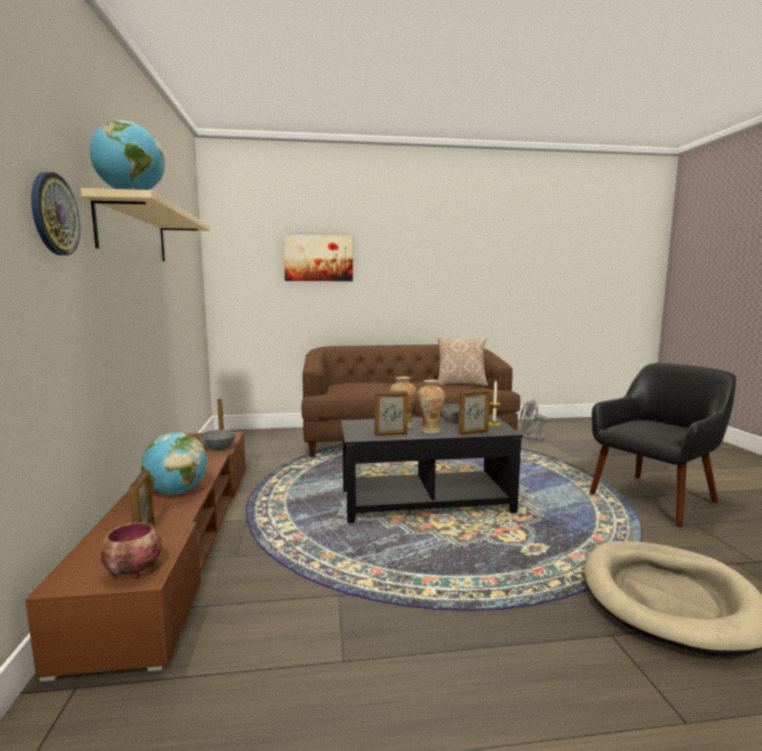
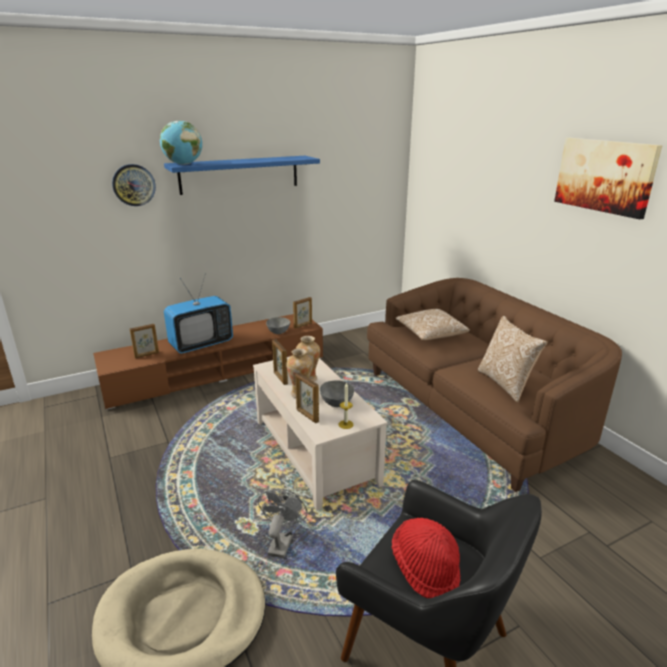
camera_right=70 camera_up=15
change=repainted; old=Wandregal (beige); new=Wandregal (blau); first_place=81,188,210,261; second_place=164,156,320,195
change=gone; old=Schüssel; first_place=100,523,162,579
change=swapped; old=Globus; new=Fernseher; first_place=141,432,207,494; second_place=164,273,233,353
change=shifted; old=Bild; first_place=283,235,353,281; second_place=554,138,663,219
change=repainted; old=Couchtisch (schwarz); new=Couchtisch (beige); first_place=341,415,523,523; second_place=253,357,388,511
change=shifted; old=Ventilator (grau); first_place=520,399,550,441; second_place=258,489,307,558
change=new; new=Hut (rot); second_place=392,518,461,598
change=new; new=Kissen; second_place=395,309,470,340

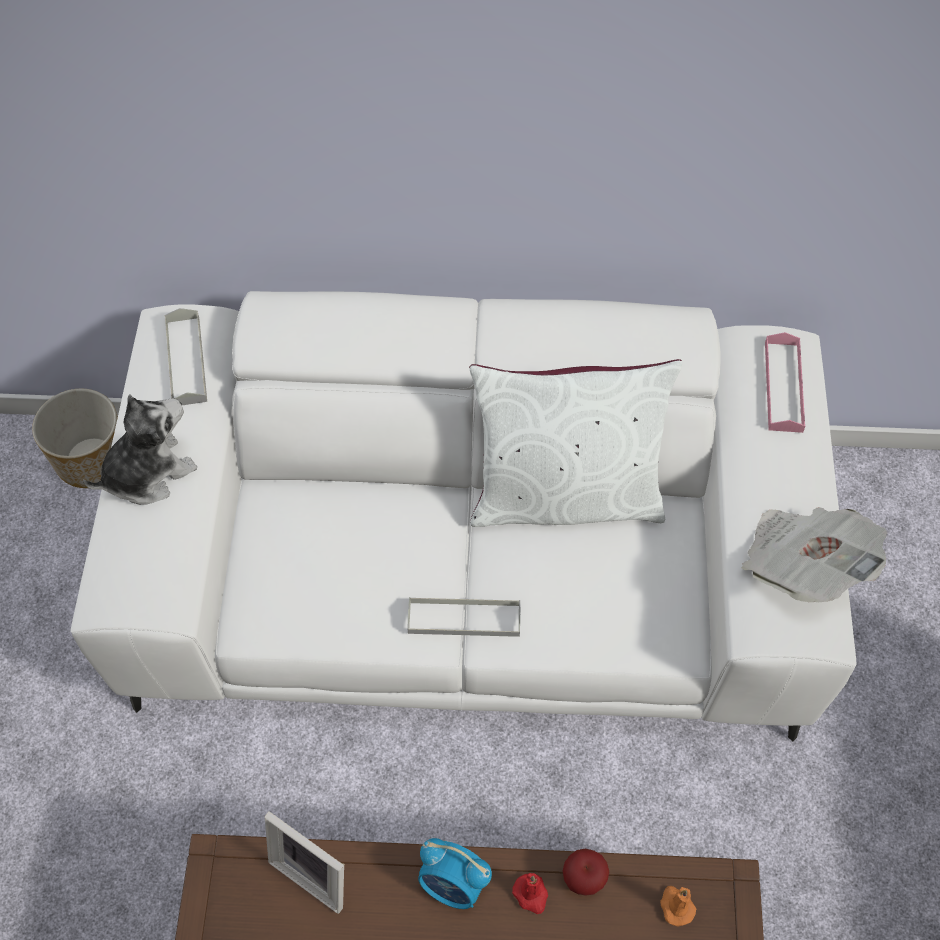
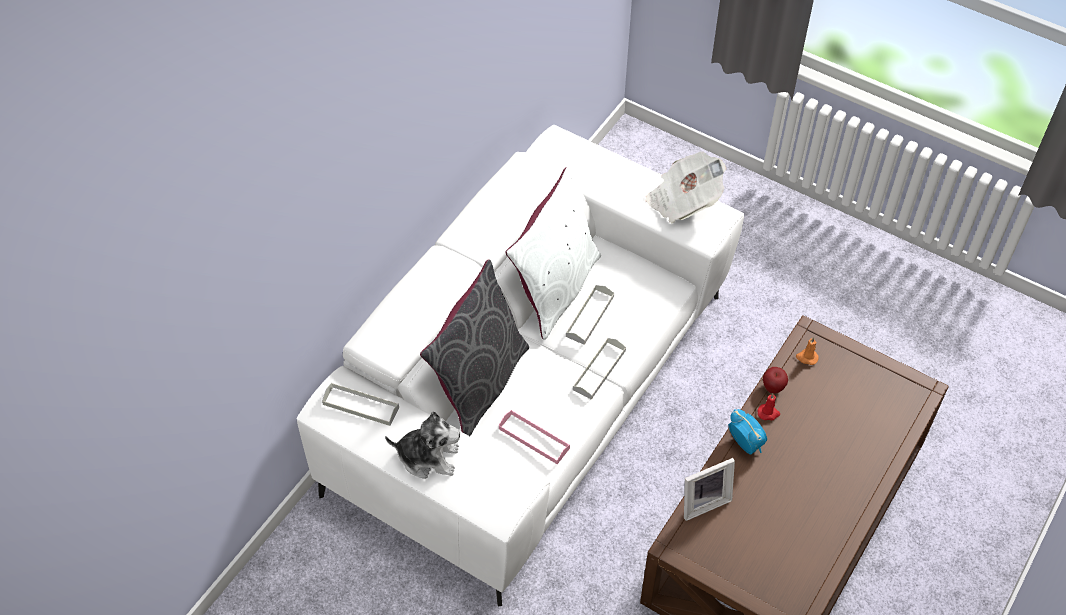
camera_right=-60 camera_up=-5
change=gone; old=Pflanzkübel; first_place=32,389,118,488
change=rotated; old=Plüschtier; first_place=83,394,197,505; second_place=385,411,460,479; degrees=105
change=rotated; old=Wecker; first_place=418,838,492,909; second_place=729,409,767,454; degrees=-90
change=shifted; old=Tablett (rosa); first_place=765,332,806,433; second_place=499,410,570,464
change=new; new=Kissen (grau); second_place=420,259,529,436
change=new; new=Tablett (grau); second_place=566,285,614,345

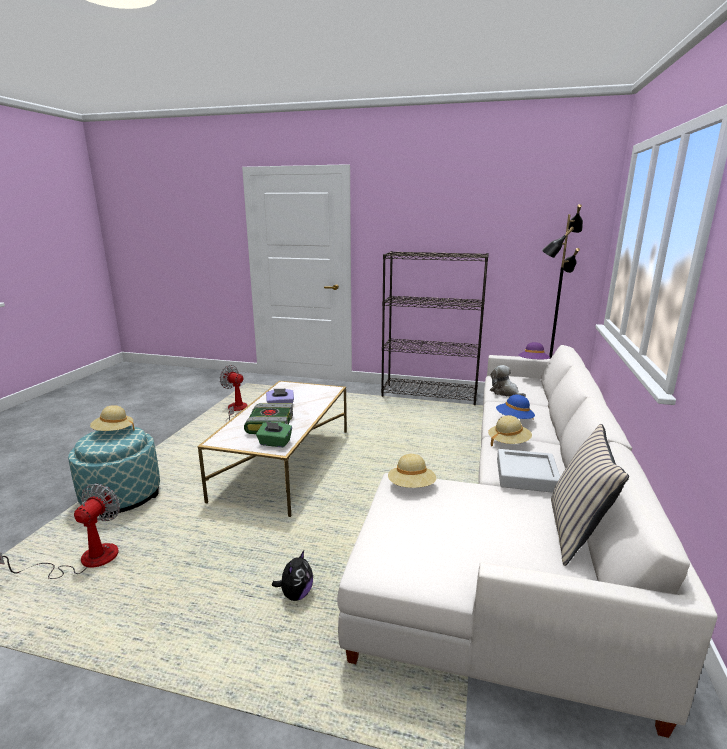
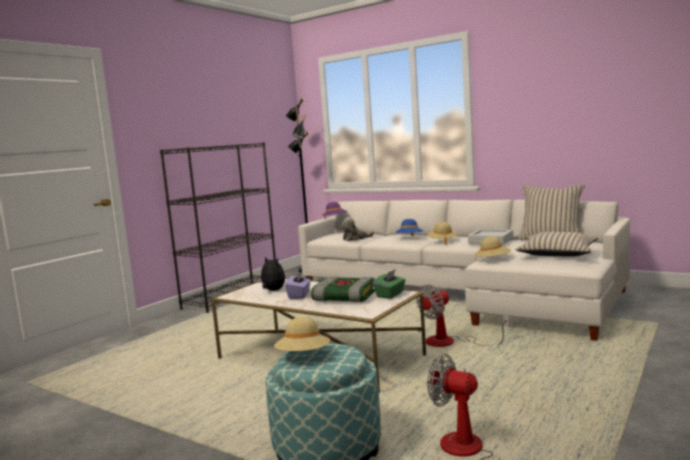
camera_right=-70 camera_up=-10
change=shifted; old=Ventilator; first_place=220,365,248,421; second_place=416,284,510,347
change=shifted; old=Plüschtier; first_place=272,551,313,601; second_place=257,256,285,291
change=new; new=Kissen (beige); second_place=516,232,598,257

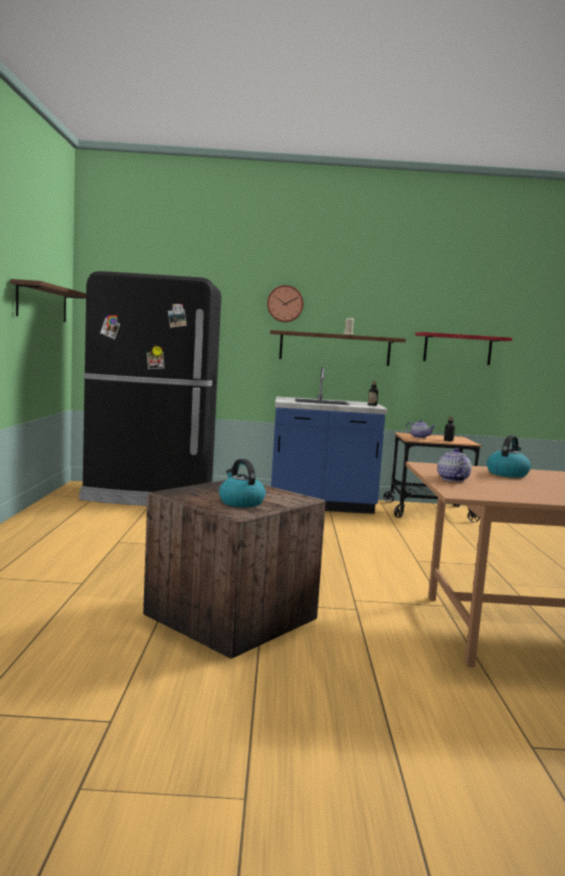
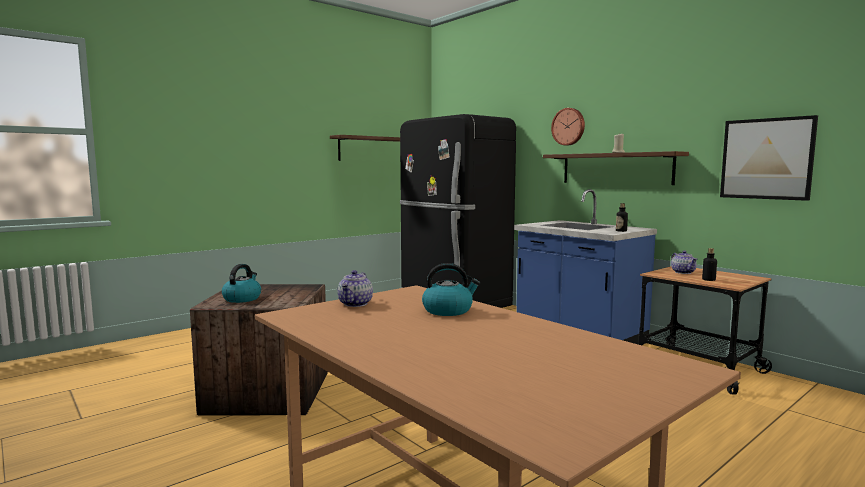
camera_right=50 camera_up=0
change=swapped; old=Wandregal (rot); new=Bild; first_place=415,332,512,365; second_place=720,115,818,201
change=rotated; old=Teekanne; first_place=437,448,471,482; second_place=337,270,373,307; degrees=150

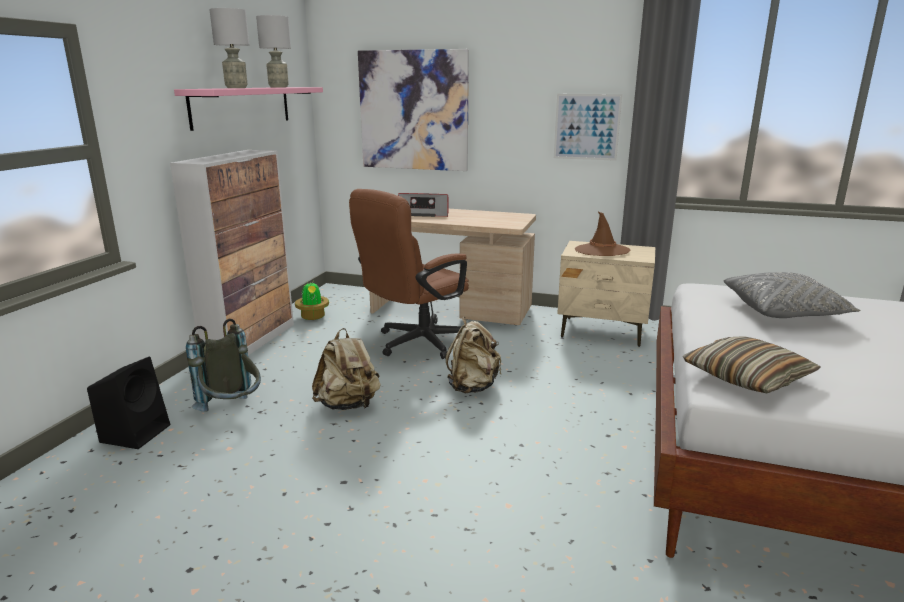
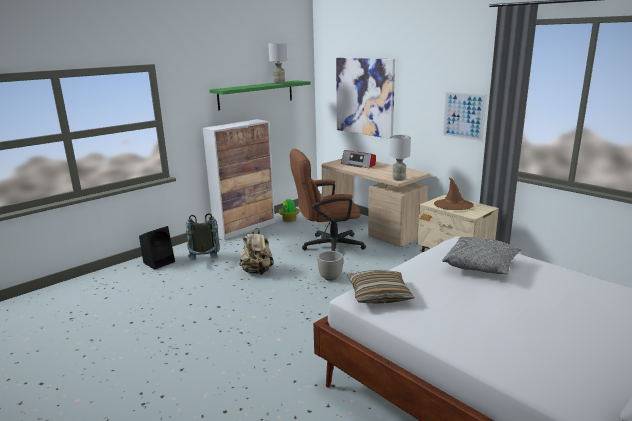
camera_right=30 camera_up=0
change=repainted; old=Wandregal (rosa); new=Wandregal (grün); first_place=174,87,323,131; second_place=210,80,311,110
change=shifted; old=Tischlampe (grau); first_place=209,8,249,88; second_place=390,135,411,181
change=swapped; old=Rucksack (beige); new=Pflanzkübel (grau); first_place=446,316,501,393; second_place=317,251,343,281

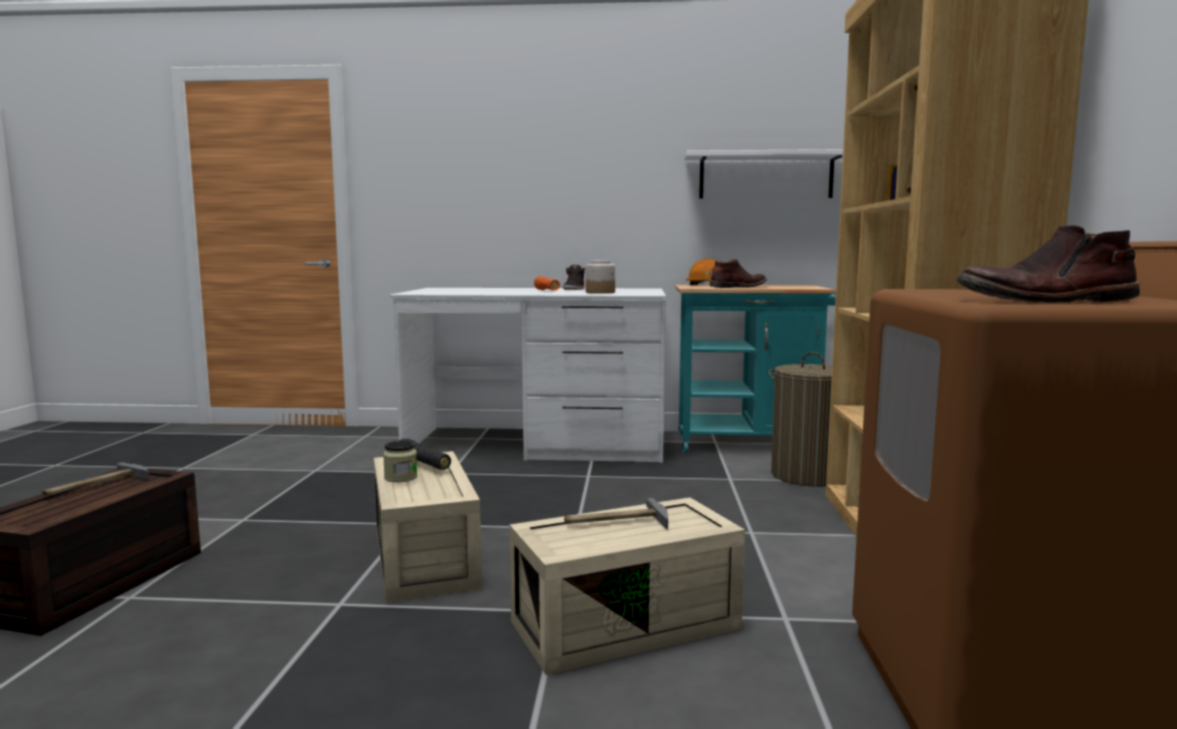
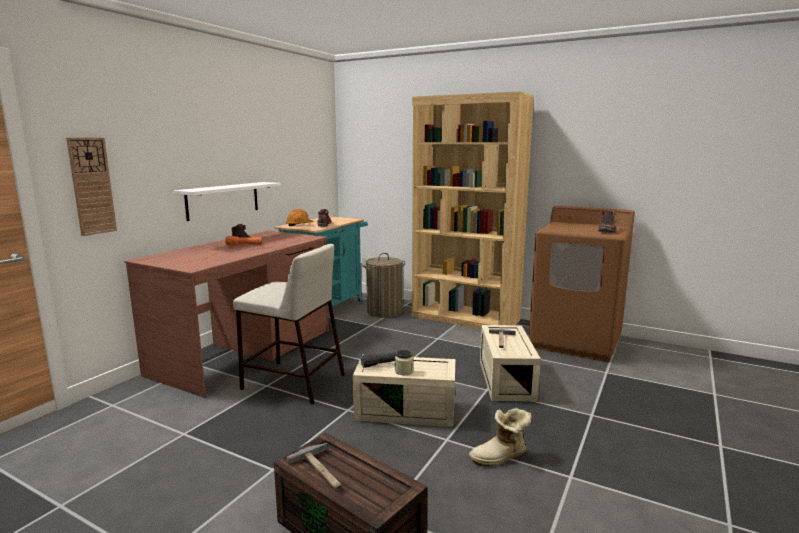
camera_right=-65 camera_up=5
change=repainted; old=Schreibtisch (weiß); new=Schreibtisch (braun); first_place=390,288,666,463; second_place=124,230,329,398
change=gone; old=Vorratsglas; first_place=586,260,615,294
change=shifted; old=Wandregal (weiß); first_place=684,149,843,199; second_place=173,182,281,221
change=new; new=Wanduhr; second_place=66,137,117,236
change=new; new=Hocker (beige); second_place=233,244,345,405
change=new; new=Stiefel; second_place=469,408,532,466

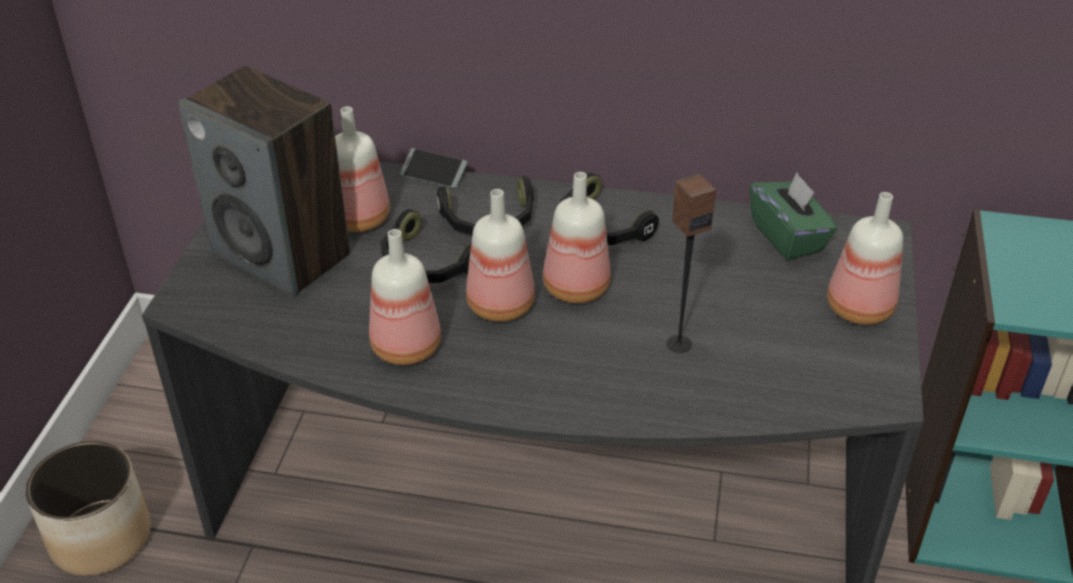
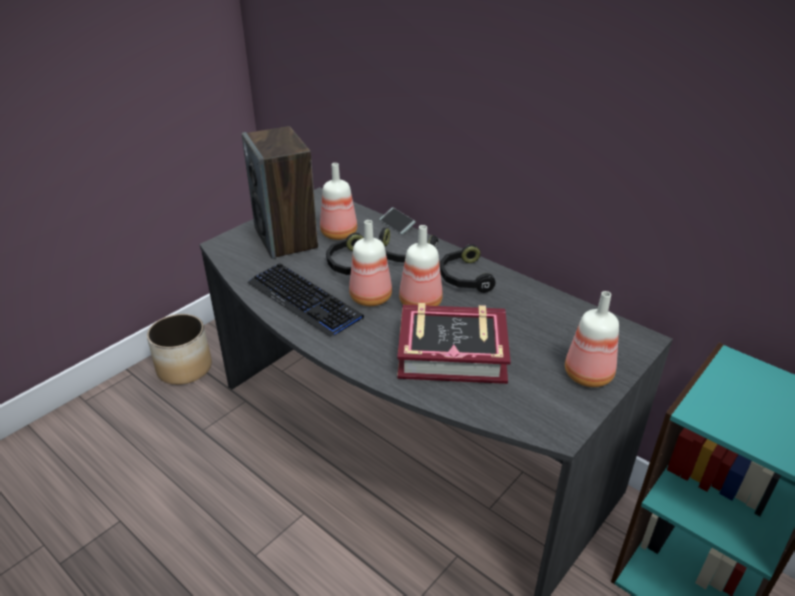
camera_right=30 camera_up=-5
change=swapped; old=Flasche; new=Tastatur; first_place=369,229,441,365; second_place=248,263,364,337
change=swapped; old=Lautsprecher; new=Buch; first_place=666,174,716,353; second_place=397,303,511,384
change=gone; old=Taschentuchbox (grün); first_place=750,172,837,260

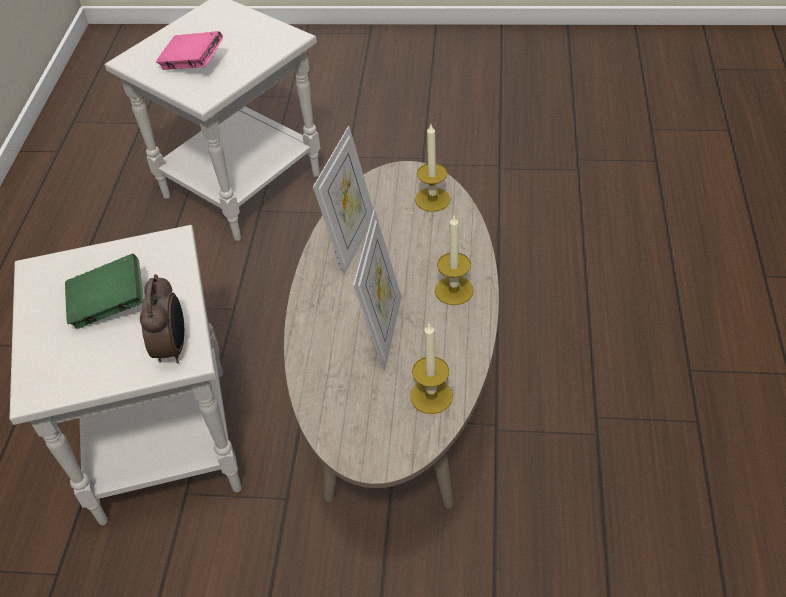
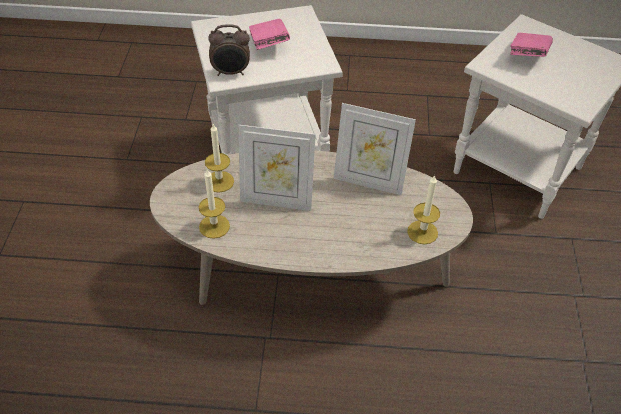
camera_right=85 camera_up=0
change=repainted; old=Buch (grün); new=Buch (rosa); first_place=65,254,144,329; second_place=249,19,290,50
change=shifted; old=Kerze; first_place=435,216,474,305; second_place=205,124,234,193

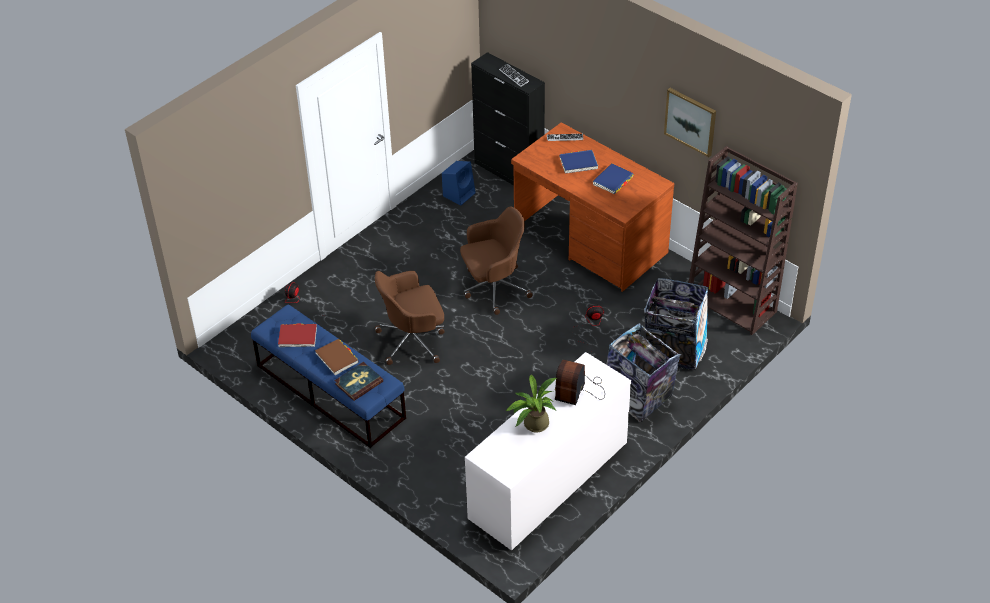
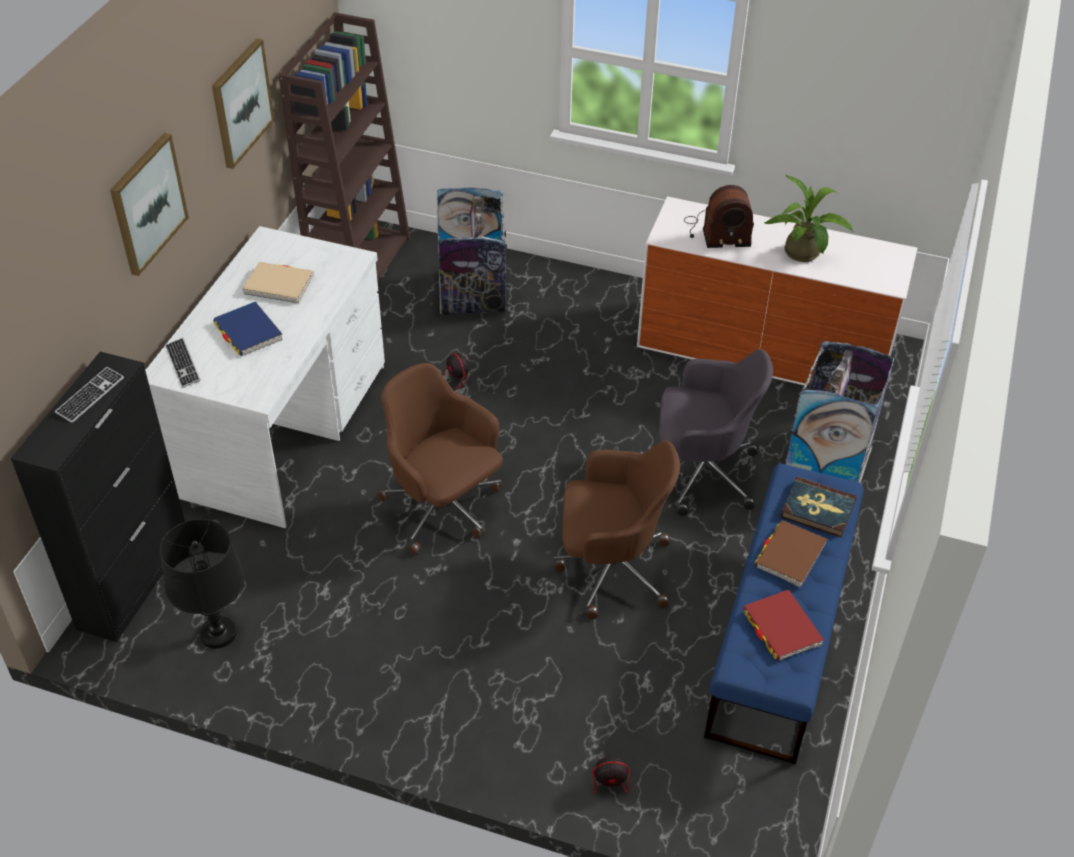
camera_right=-115 camera_up=0
change=rotated; old=Bürostuhl (braun); first_place=375,271,445,365; second_place=554,440,680,619; degrees=-45
change=swapped; old=Lautsprecher (blau); new=Tischlampe (schwarz); first_place=442,161,476,205; second_place=160,519,244,649
change=repainted; old=Schreibtisch (braun); new=Schreibtisch (weiß); first_place=511,122,674,292; second_place=145,226,385,528
change=repainted; old=Buch (blau); new=Buch (beige); first_place=593,163,634,194; second_place=242,262,314,303
change=shifted; old=Mülleimer; first_place=606,323,681,422; second_place=785,341,894,483
change=new; new=Bild; second_place=110,133,189,276
change=new; new=Bürostuhl (grau); second_place=659,349,773,516

